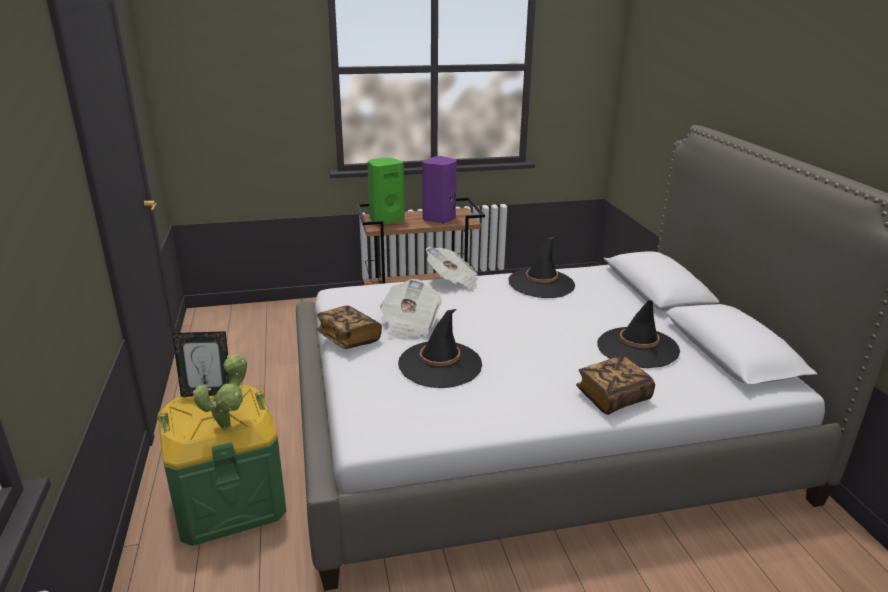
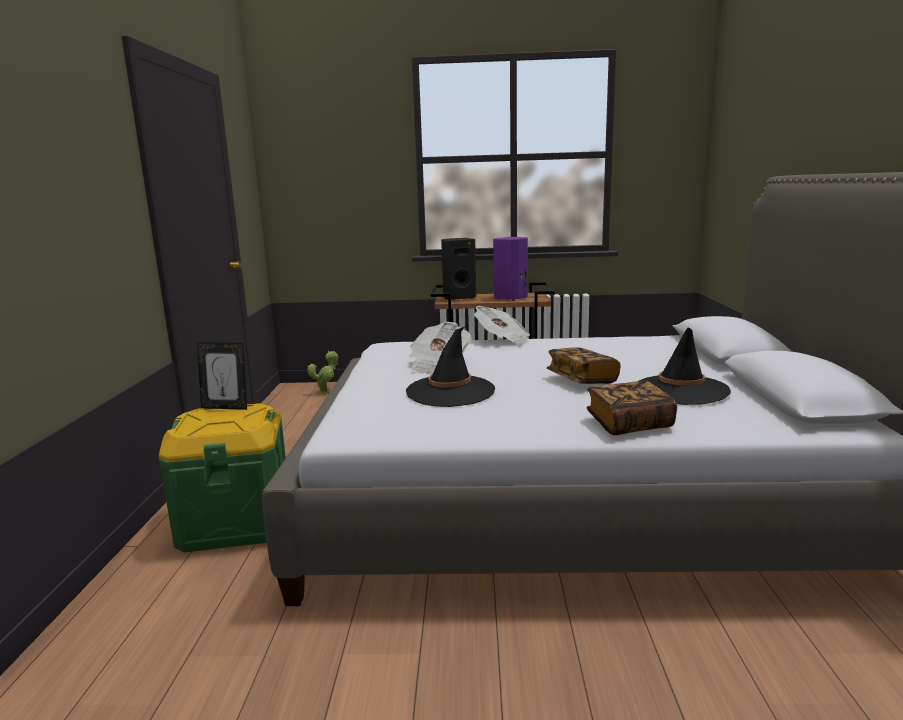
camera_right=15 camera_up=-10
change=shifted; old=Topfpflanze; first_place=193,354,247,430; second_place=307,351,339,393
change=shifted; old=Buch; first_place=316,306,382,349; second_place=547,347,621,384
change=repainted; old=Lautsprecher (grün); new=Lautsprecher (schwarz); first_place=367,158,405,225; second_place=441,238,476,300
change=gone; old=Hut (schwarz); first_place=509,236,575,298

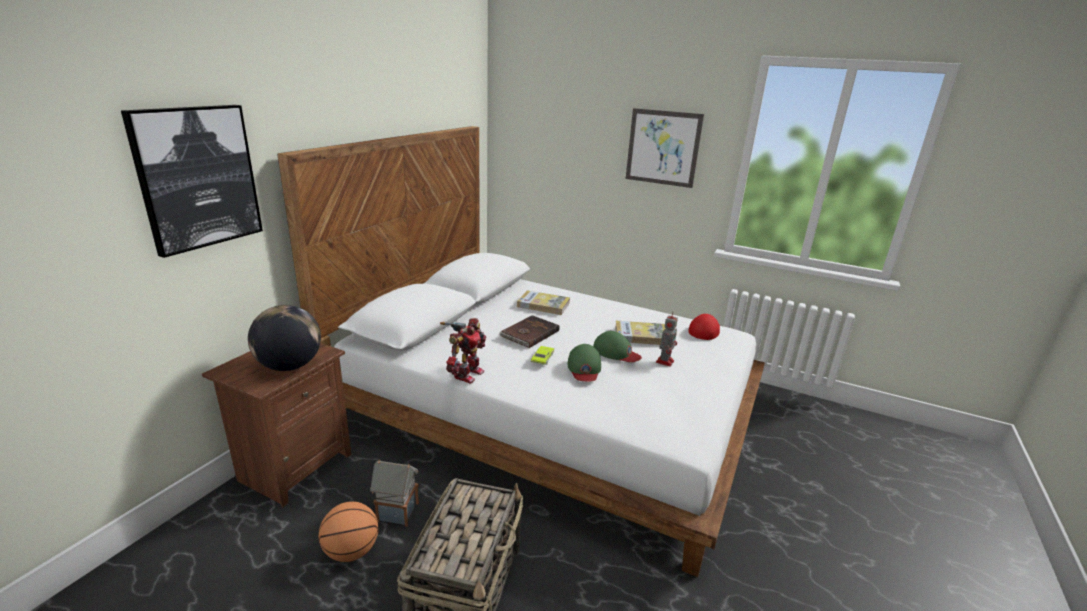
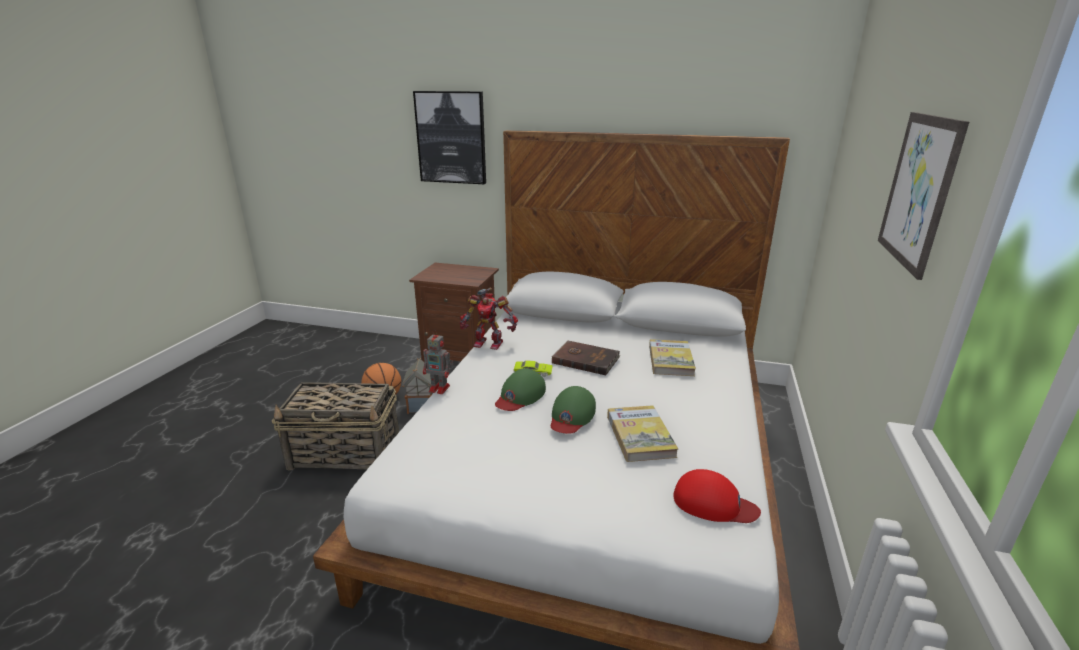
camera_right=80 camera_up=0
change=gone; old=Globus; first_place=248,305,321,371
change=rotated; old=Kappe (grün); first_place=568,344,601,382; second_place=495,368,546,411; degrees=-45
change=shifted; old=Spielzeugroboter; first_place=656,312,678,367; second_place=423,330,453,394

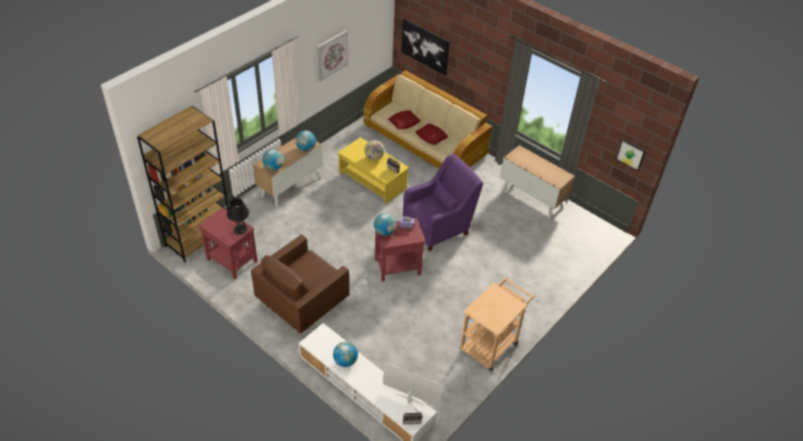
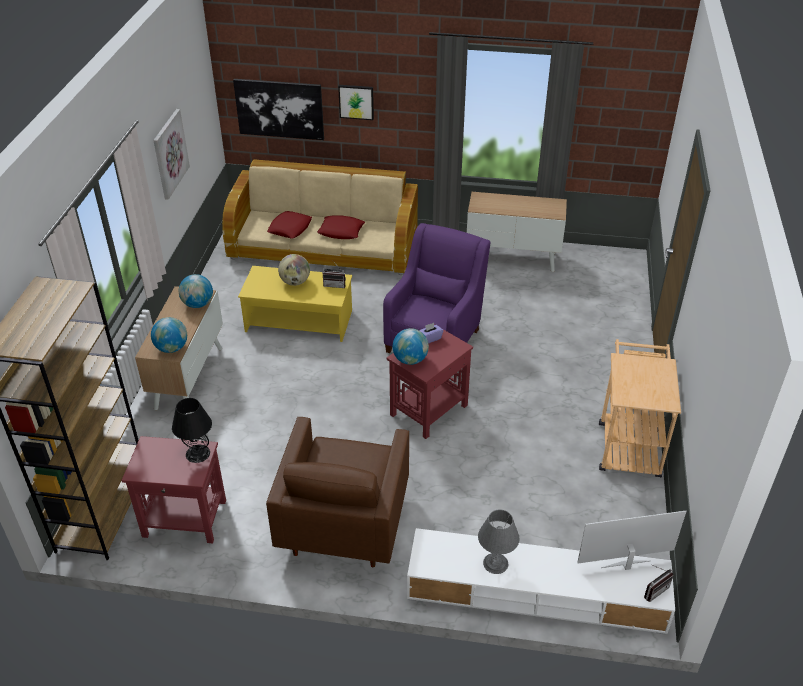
camera_right=-30 camera_up=-5
change=swapped; old=Globus; new=Tischlampe (grau); first_place=333,342,358,367; second_place=478,510,520,574
change=shifted; old=Bild; first_place=616,139,646,171; second_place=338,85,374,120

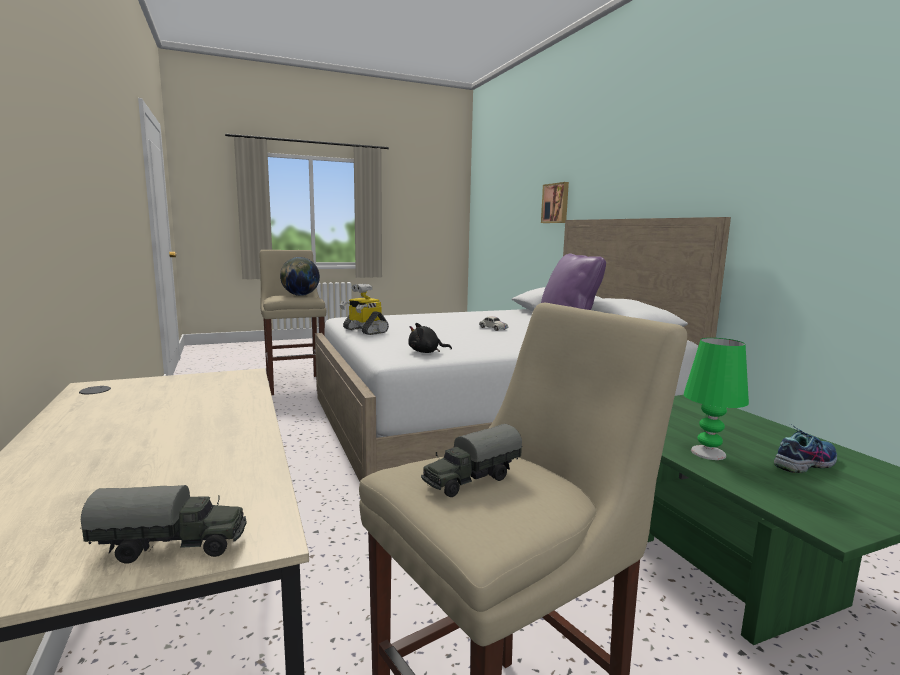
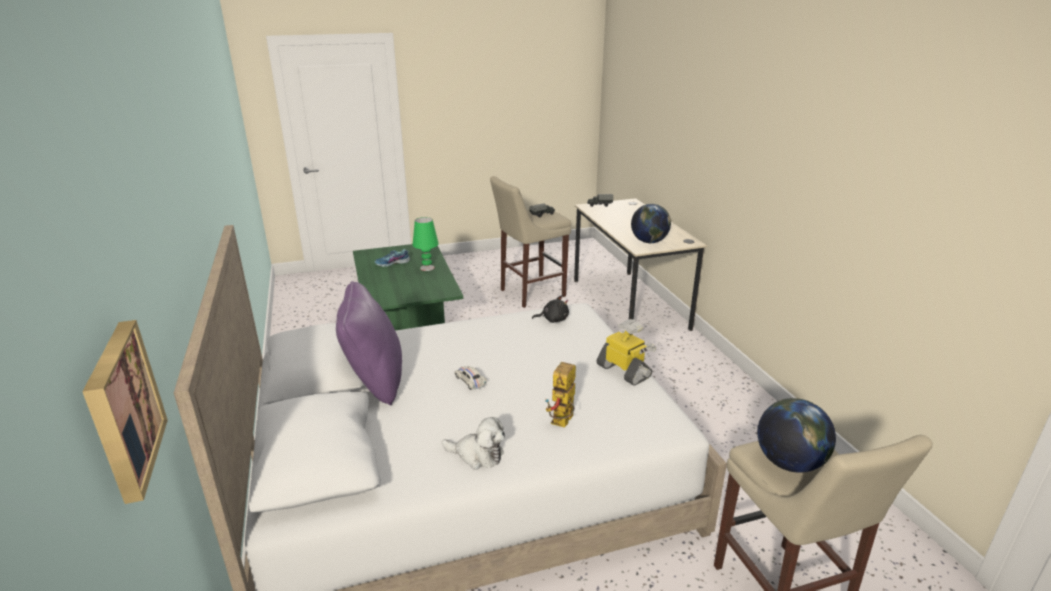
camera_right=-175 camera_up=15
change=new; new=Plüschtier; second_place=442,417,505,470
change=new; new=Spielzeugroboter; second_place=546,362,576,428
change=new; new=Globus; second_place=631,204,671,244

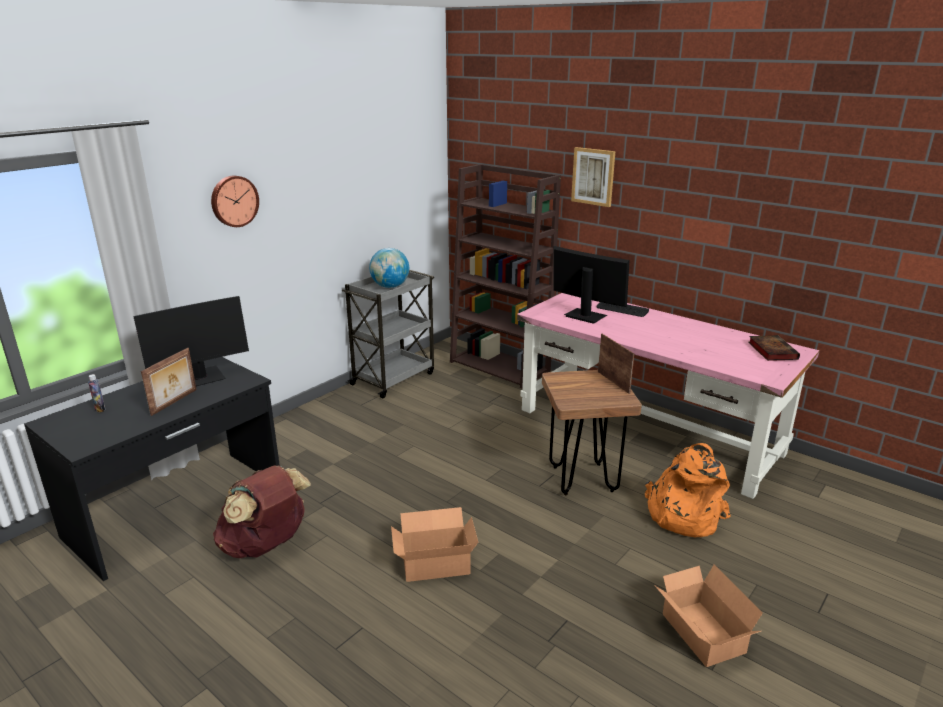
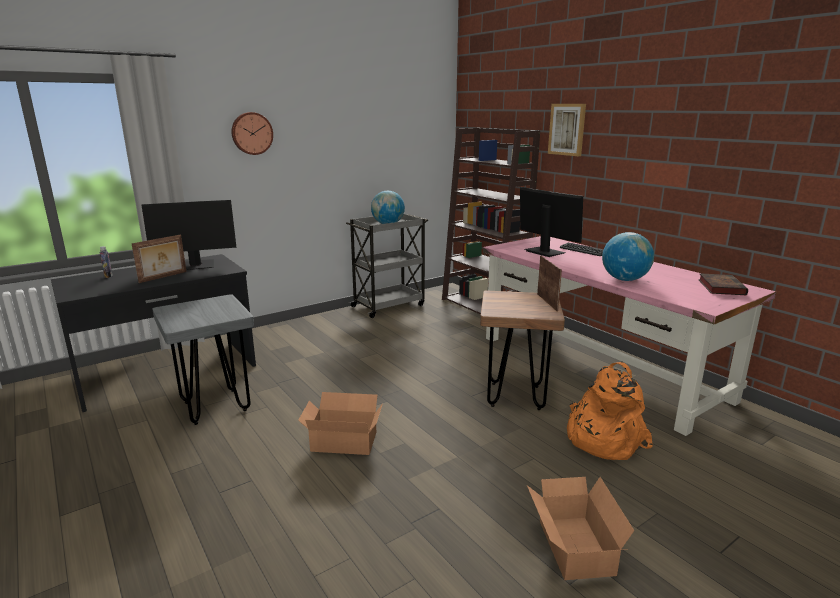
camera_right=15 camera_up=-5
change=swapped; old=Rucksack (braun); new=Hocker (grau); first_place=213,466,311,558; second_place=152,294,254,425
change=new; new=Globus; second_place=602,232,654,281

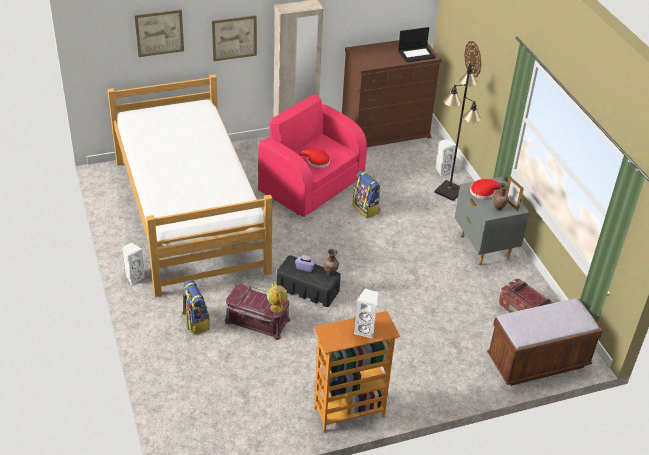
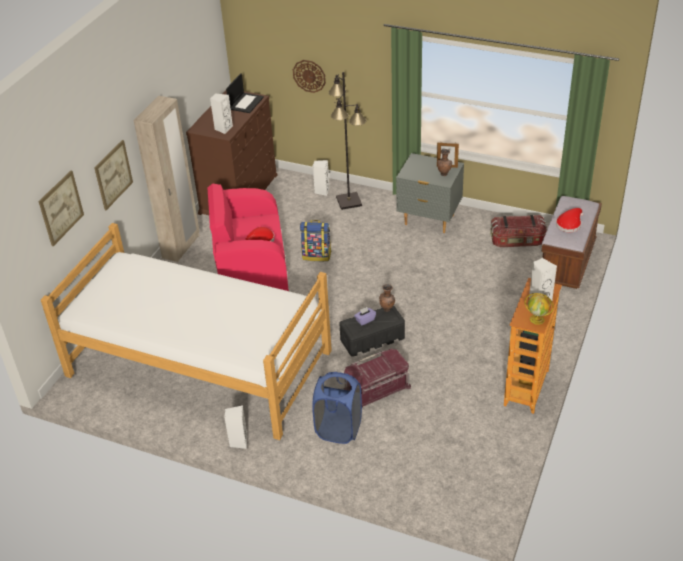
camera_right=-45 camera_up=0
change=swapped; old=Rucksack; new=Wäschekorb (blau); first_place=182,280,210,335; second_place=312,372,362,444
change=shifted; old=Globus; first_place=267,282,287,313; second_place=524,293,554,325
change=shifted; old=Hut (rot); first_place=470,179,500,199; second_place=556,208,583,232
change=new; new=Lautsprecher (weiß); second_place=210,94,233,134

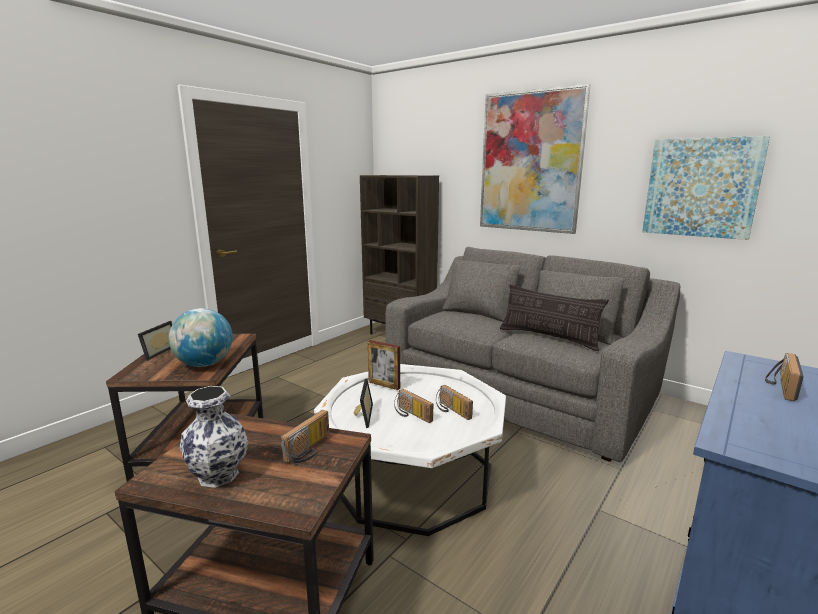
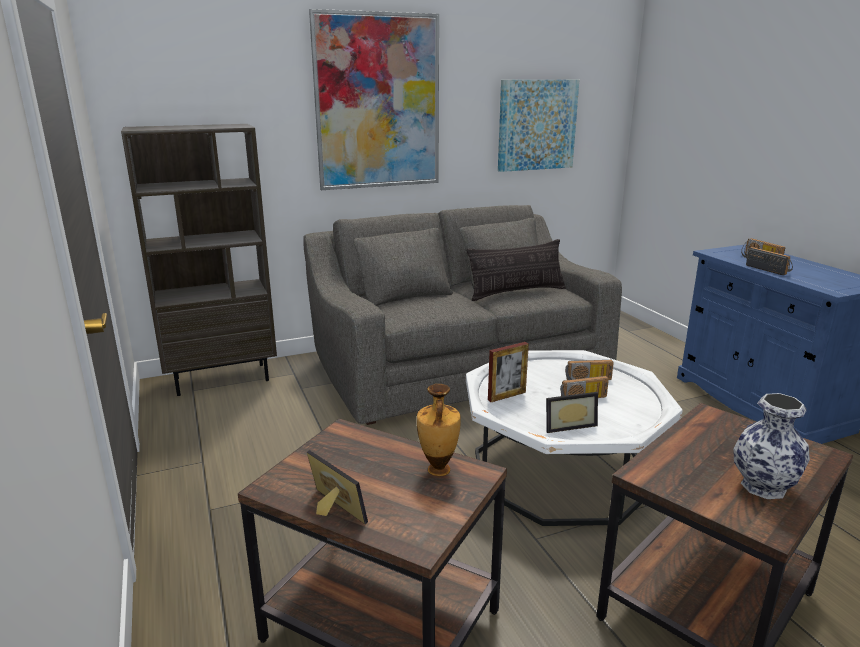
camera_right=-60 camera_up=5
change=swapped; old=Globus; new=Vase; first_place=169,308,233,367; second_place=417,384,461,476
change=shifted; old=Radio; first_place=281,410,329,463; second_place=746,247,793,275
change=rotated; old=Bilderrahmen; first_place=354,378,373,428; second_place=546,392,598,433; degrees=135

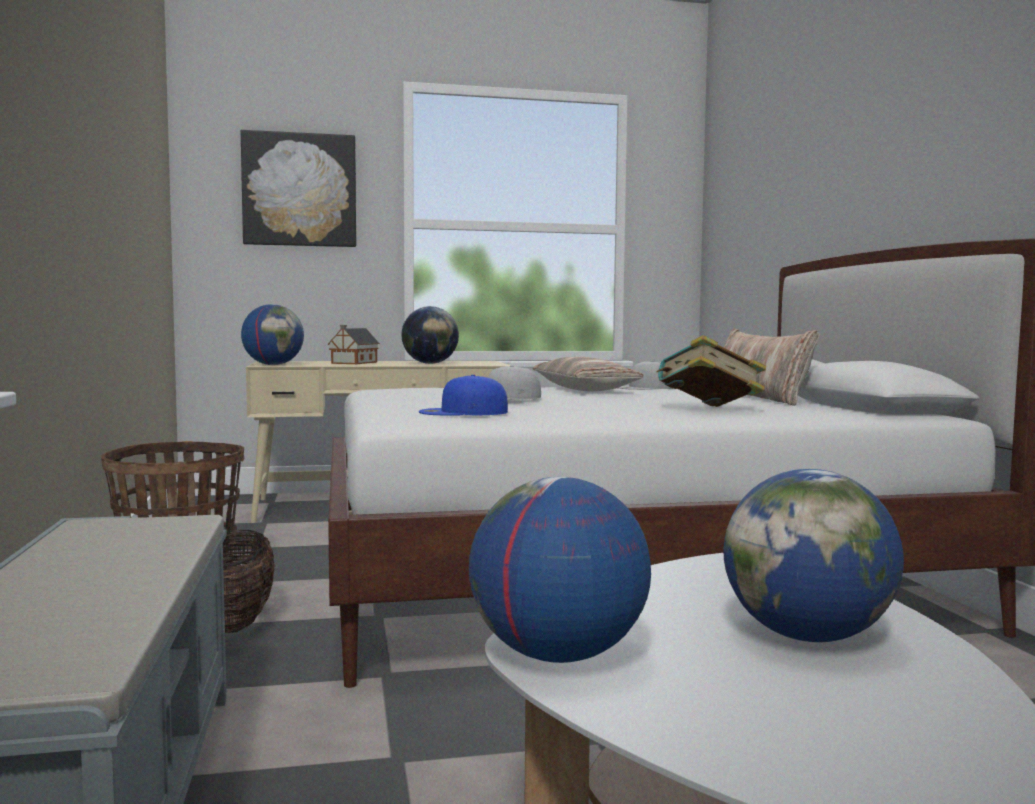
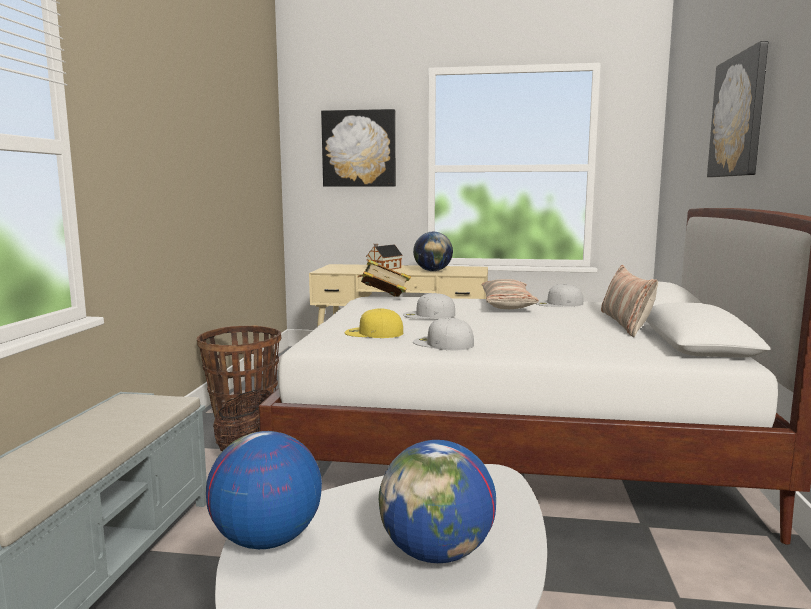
camera_right=20 camera_up=5
change=gone; old=Globus; first_place=241,304,304,365
change=repainted; old=Kappe (blau); new=Kappe (gelb); first_place=419,375,508,415; second_place=345,308,403,338
change=shifted; old=Buch; first_place=656,335,766,407; second_place=358,260,411,297
change=new; new=Kappe (weiß); second_place=413,318,474,350
change=new; new=Bild; second_place=707,41,768,177

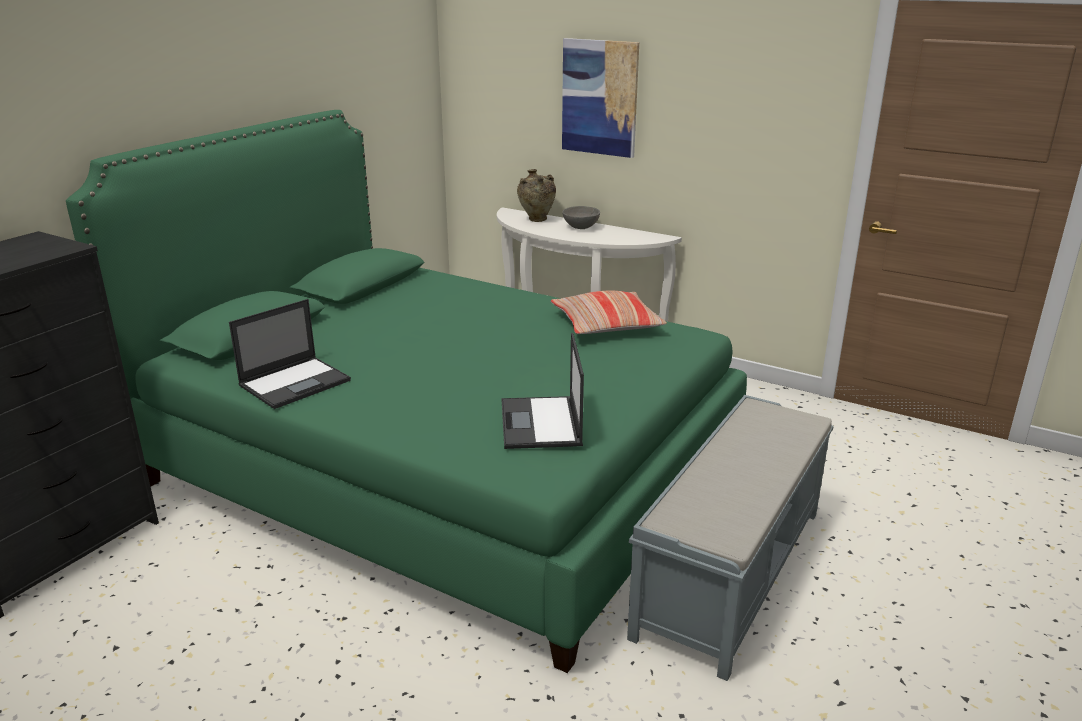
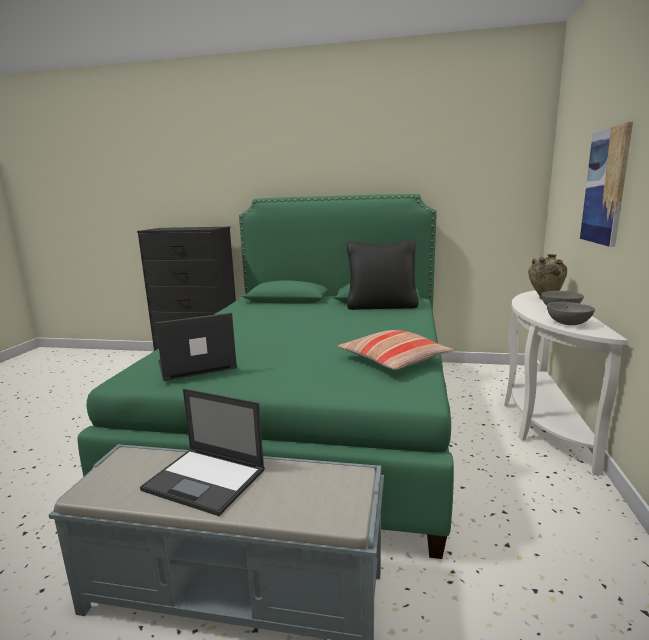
camera_right=70 camera_up=-10
change=shifted; old=Laptop; first_place=229,299,351,409; second_place=140,389,265,516
change=new; new=Kissen (schwarz); second_place=347,240,419,310
change=new; new=Schüssel (grau); second_place=547,302,595,325

